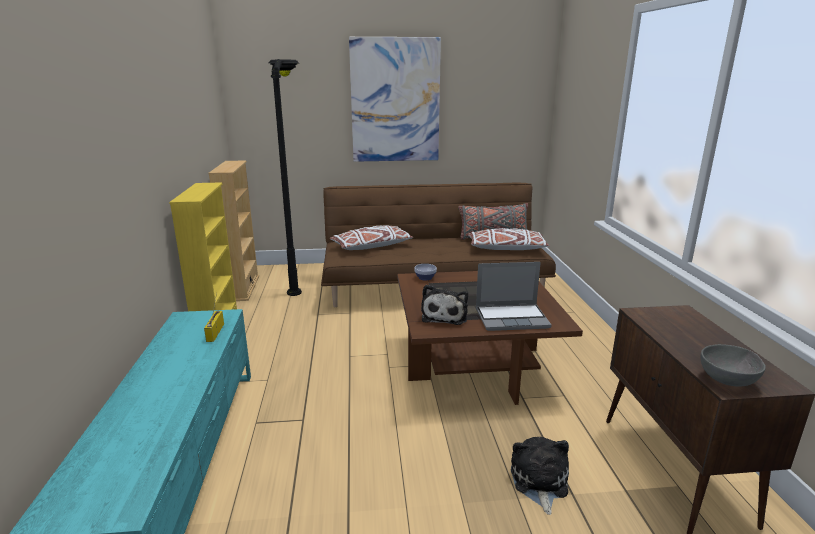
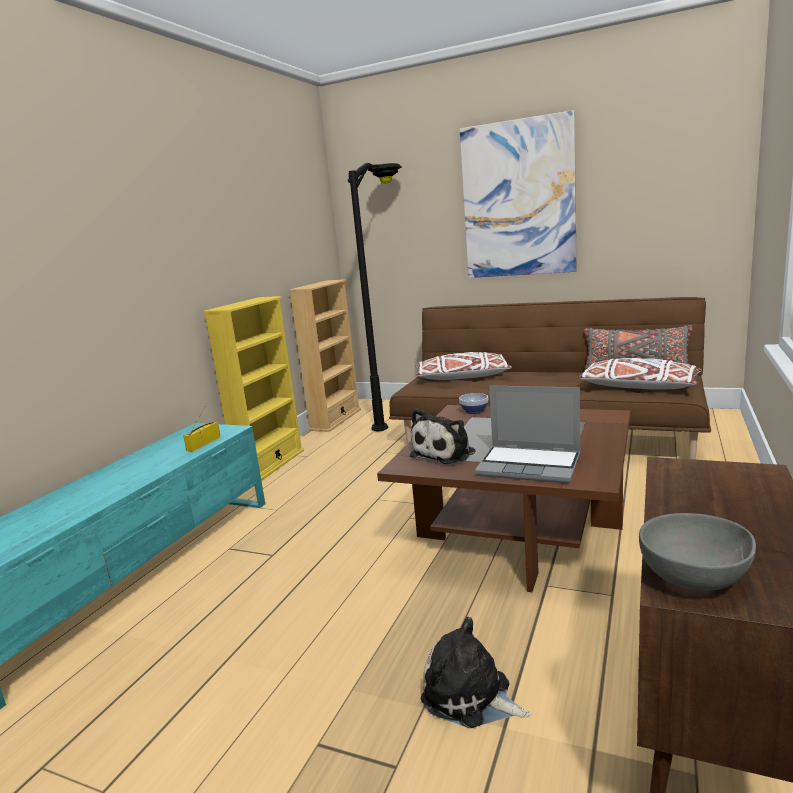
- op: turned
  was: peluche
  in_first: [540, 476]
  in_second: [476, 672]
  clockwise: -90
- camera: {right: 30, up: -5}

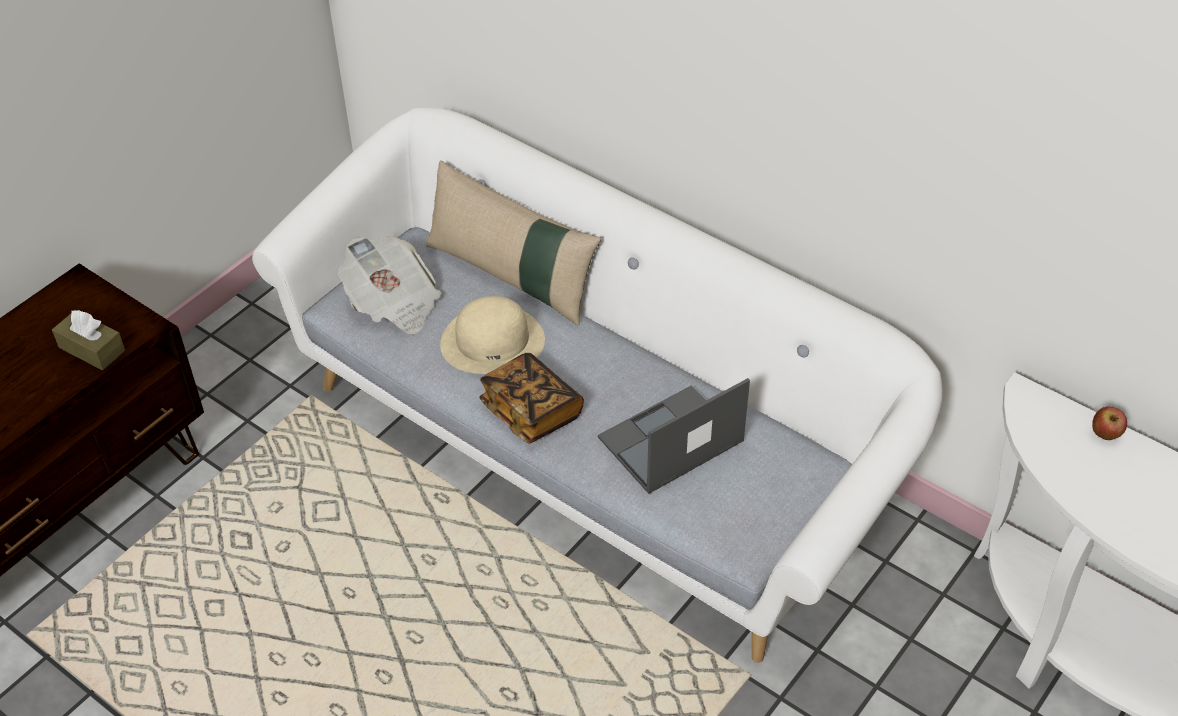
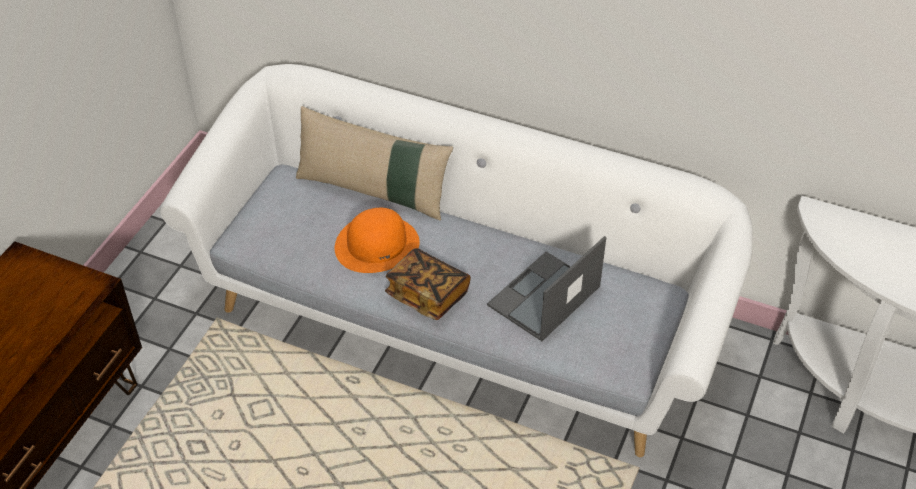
- op: removed
  was: journal
  in_first: [389, 285]
- op: recoloured
  was: chapeau/beige
  now: chapeau/orange
  in_first: [492, 335]
  in_second: [377, 240]
- op: removed
  was: boîte à mouchoirs/marron
  in_first: [88, 340]
- op: removed
  was: pomme
  in_first: [1109, 423]
- camera: {right: -15, up: 0}

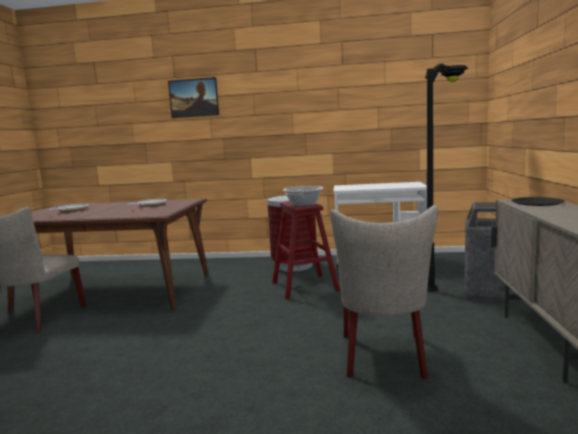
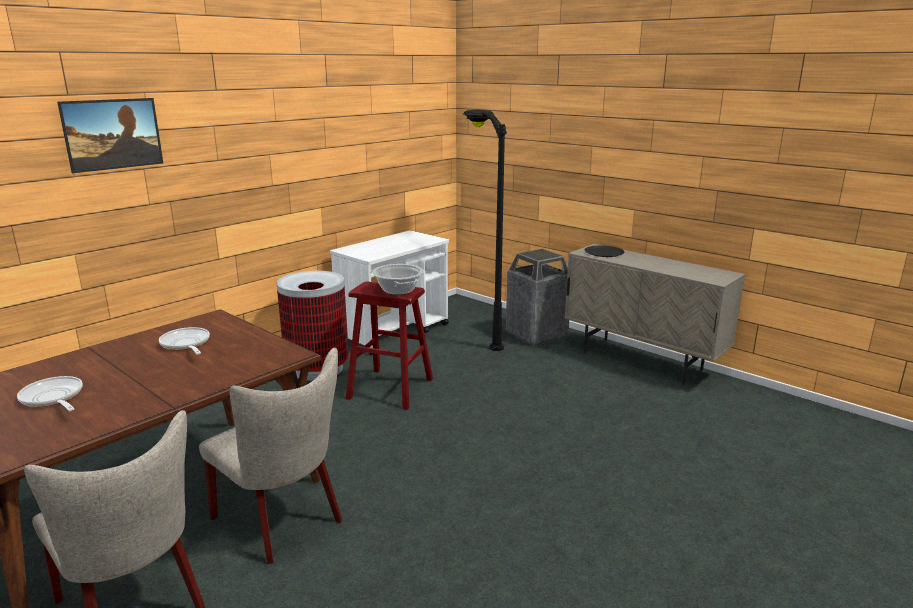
- op: moved
  was: chaise/beige
  in_first: [384, 292]
  in_second: [270, 456]
- camera: {right: -55, up: 10}

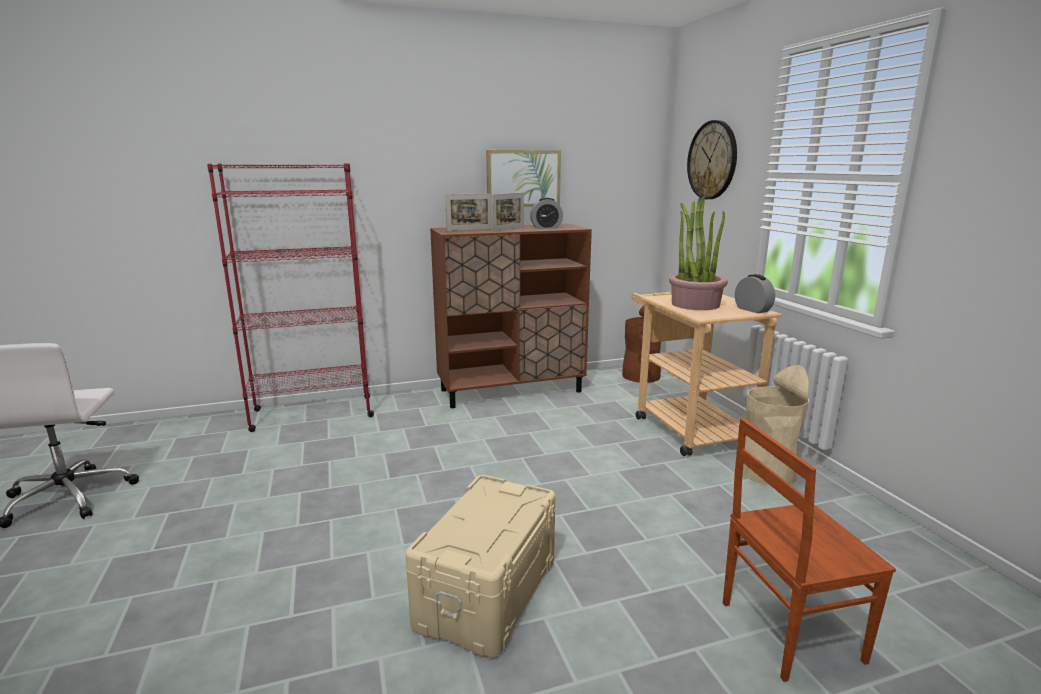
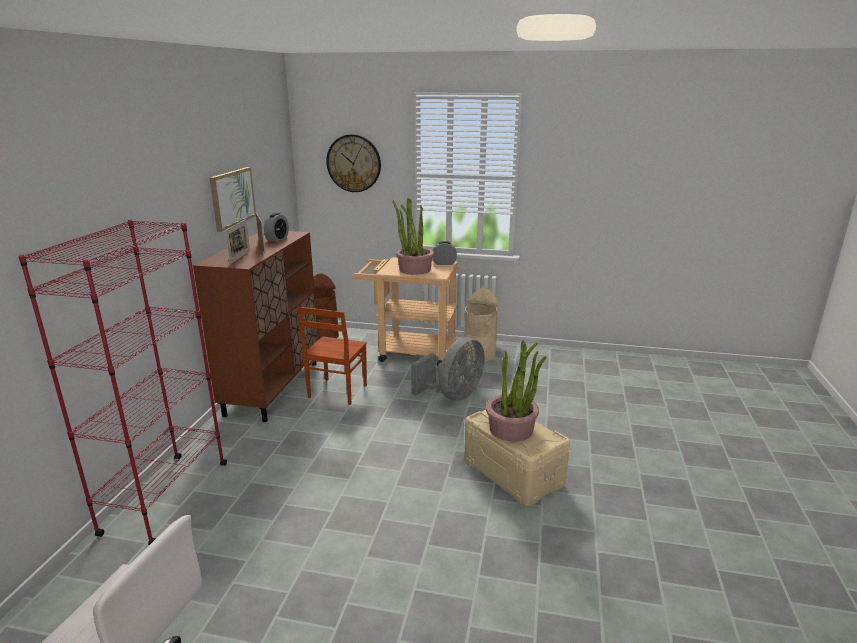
- op: moved
  was: chaise/marron
  in_first: [809, 549]
  in_second: [332, 356]
- op: added
  now: ventilateur/gris
  in_second: [448, 369]
- op: added
  now: plante en pot
  in_second: [516, 390]
- camera: {right: -60, up: 5}

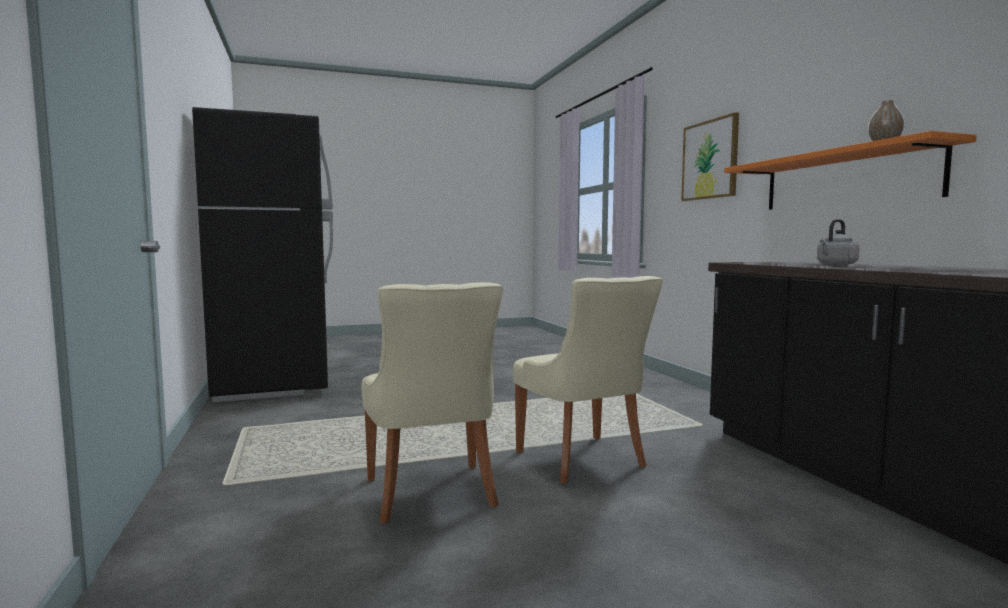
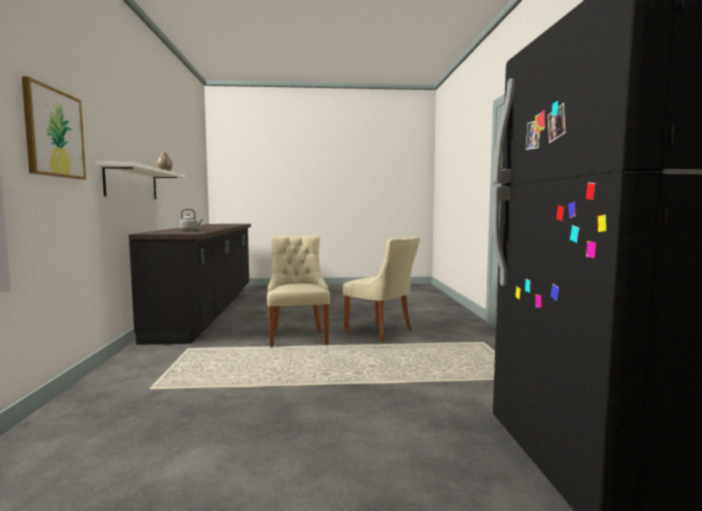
- op: recoloured
  was: étagère/orange
  now: étagère/blanc
  in_first: [850, 170]
  in_second: [140, 180]
- op: turned
  was: chaise/beige
  in_first: [432, 403]
  in_second: [381, 289]
  clockwise: 135
- camera: {right: -165, up: 0}

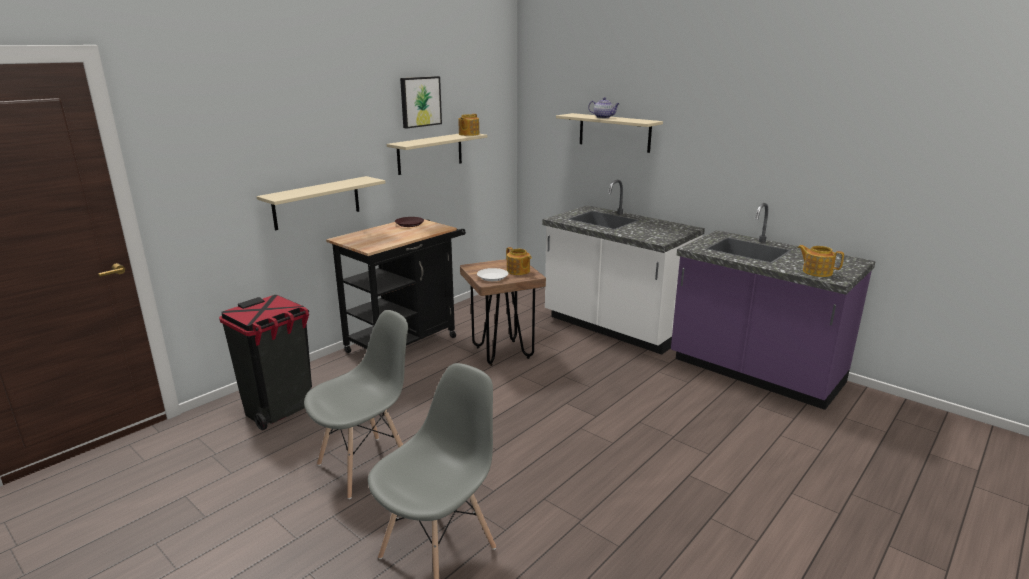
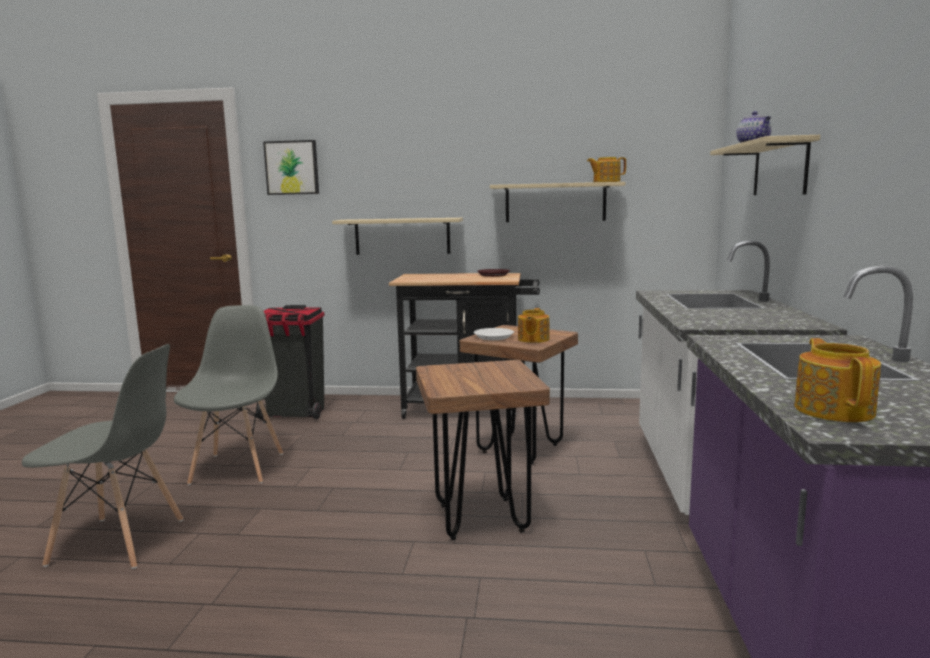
- op: moved
  was: tableau
  in_first: [421, 102]
  in_second: [291, 167]
- op: turned
  was: chaise/gris
  in_first: [356, 404]
  in_second: [228, 395]
  clockwise: -105
- op: added
  now: tabouret/marron
  in_second: [483, 450]
- camera: {right: 55, up: -10}

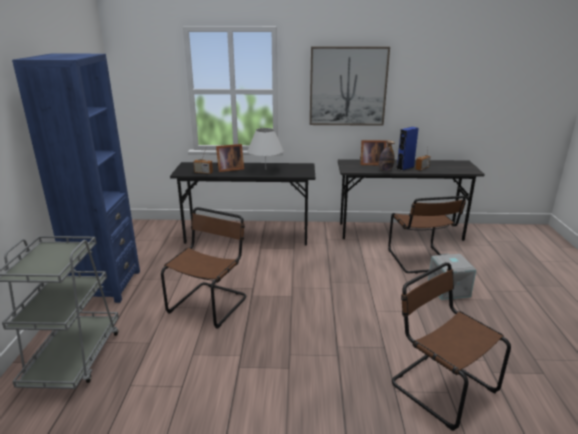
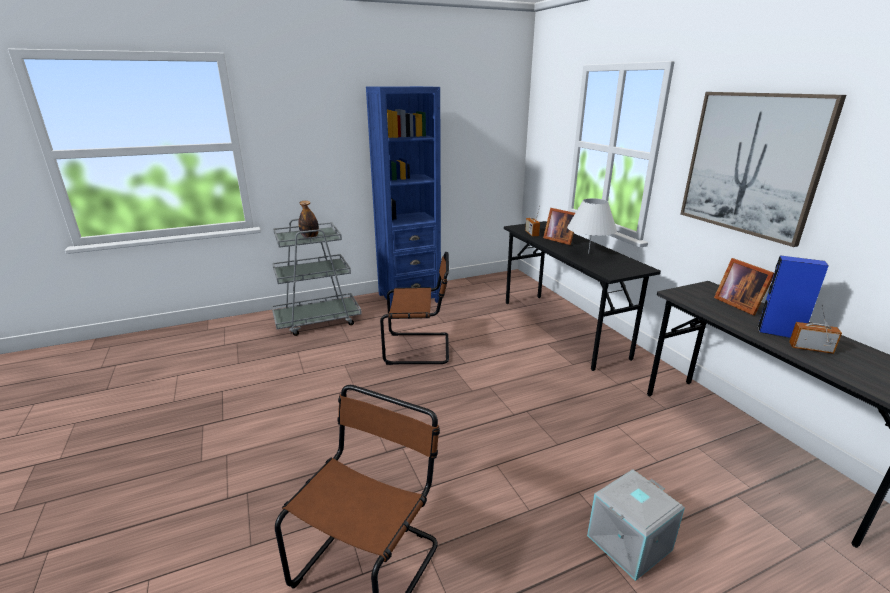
- op: moved
  was: bouteille
  in_first: [387, 155]
  in_second: [309, 219]
- op: removed
  was: chaise/marron
  in_first: [427, 235]
- camera: {right: 65, up: 0}

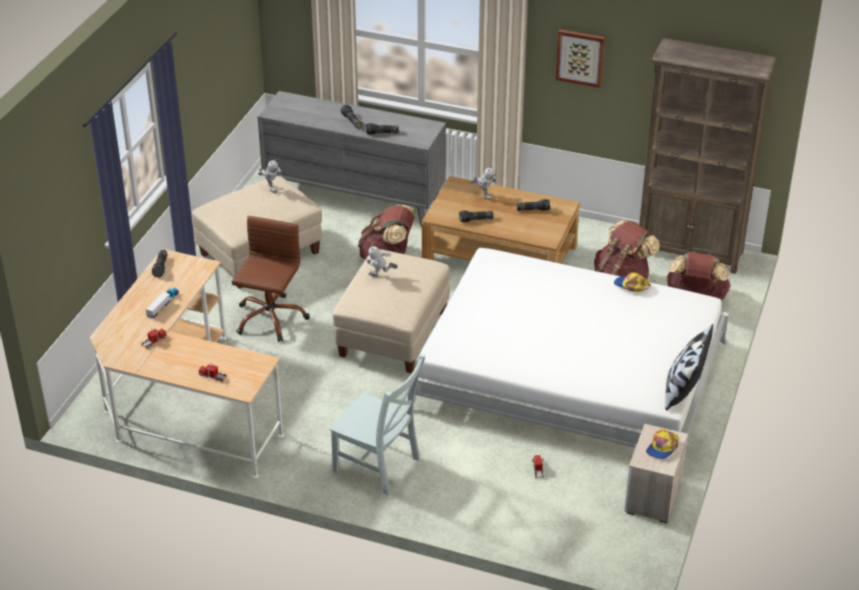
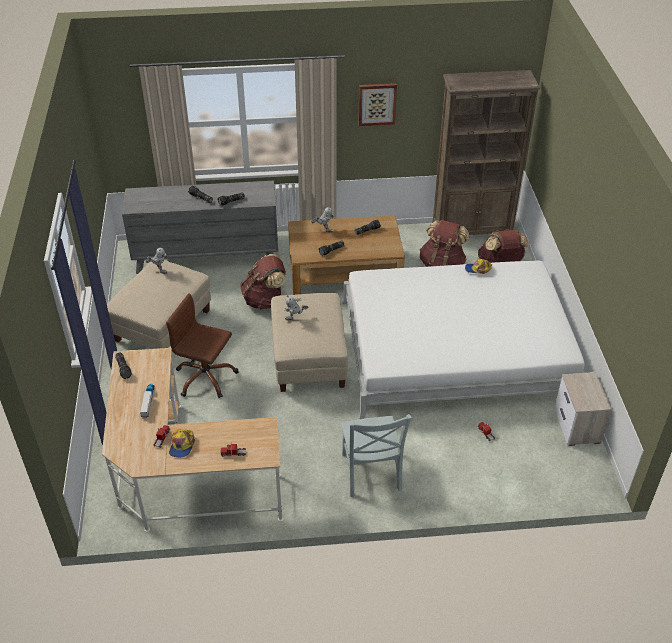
- op: turned
  was: chaise de bureau/marron
  in_first: [271, 279]
  in_second: [202, 345]
  clockwise: -60
- op: removed
  was: coussin
  in_first: [689, 367]
- op: turned
  was: chaise/gris
  in_first: [377, 425]
  in_second: [376, 455]
  clockwise: 75
- op: moved
  was: casquette
  in_first: [662, 444]
  in_second: [182, 442]
- camera: {right: -25, up: 5}

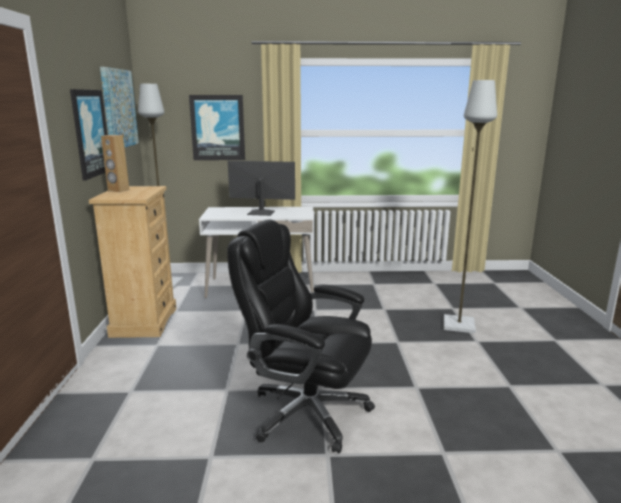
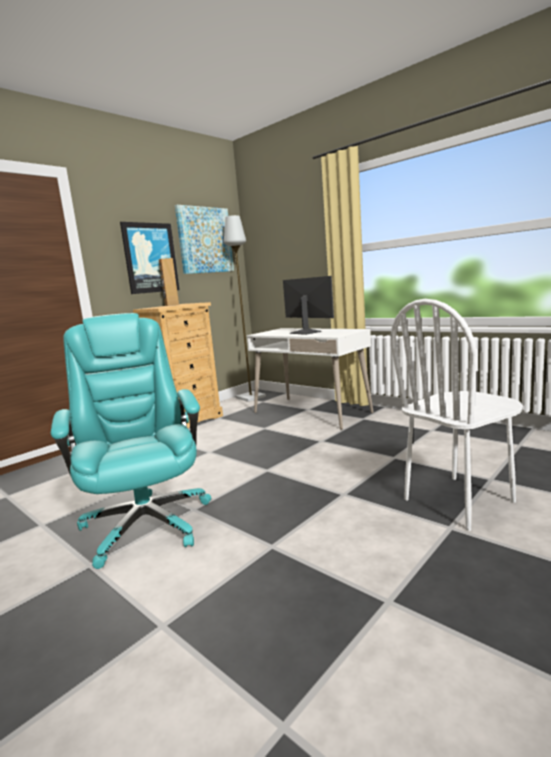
- op: replaced
  was: lampadaire/gris
  now: chaise/blanc
  in_first: [470, 206]
  in_second: [456, 415]
- op: removed
  was: tableau
  in_first: [217, 127]
- op: recoloured
  was: chaise de bureau/noir
  now: chaise de bureau/turquoise
  in_first: [301, 337]
  in_second: [131, 441]
- camera: {right: 45, up: -5}

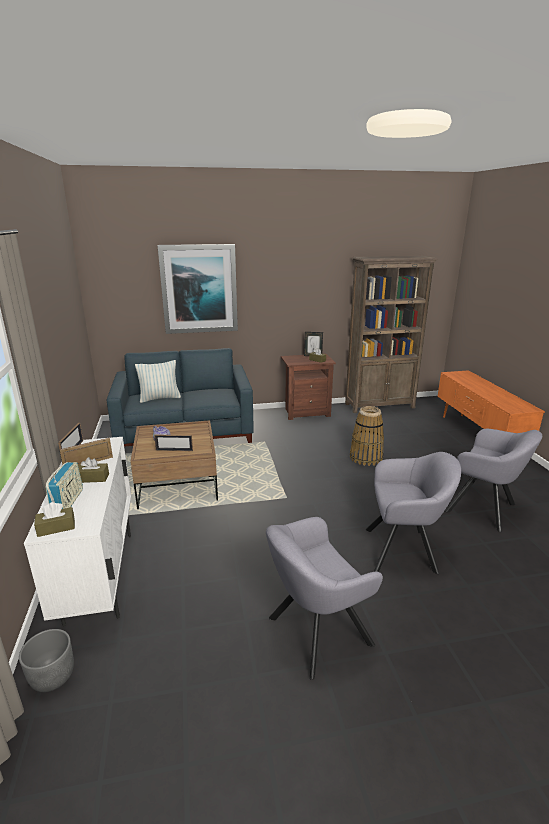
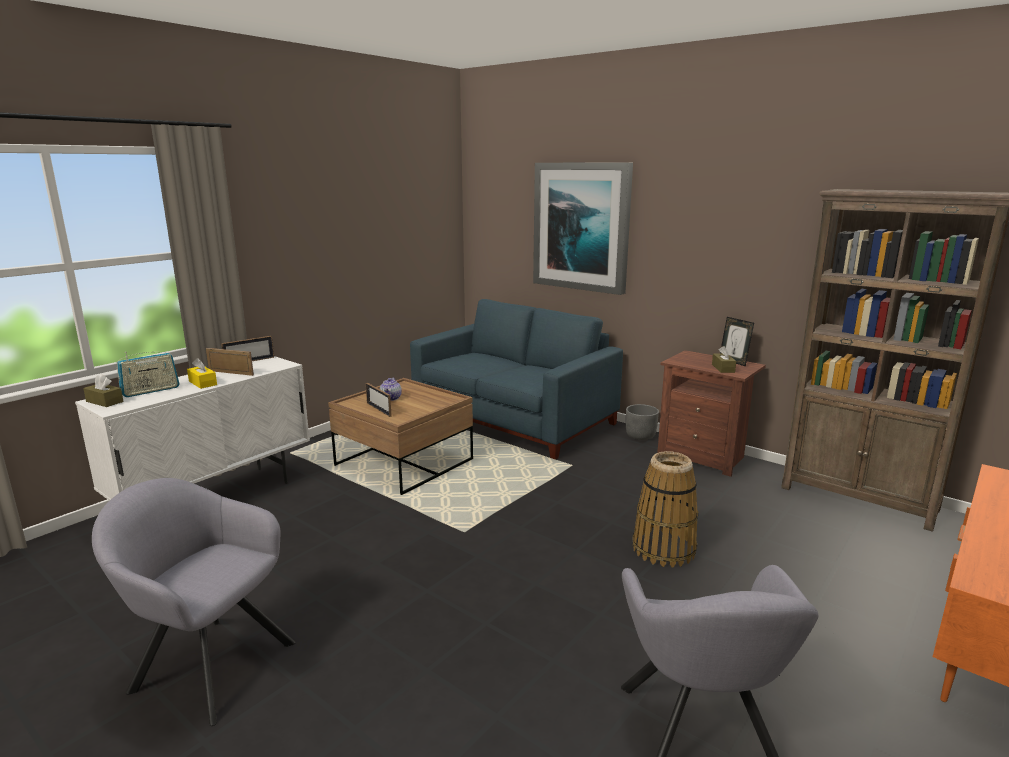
- op: removed
  was: coussin
  in_first: [158, 381]
- op: removed
  was: fauteuil/gris
  in_first: [413, 513]
- op: recoloured
  was: boîte à mouchoirs/marron
  now: boîte à mouchoirs/jaune
  in_first: [93, 470]
  in_second: [202, 373]
- op: moved
  was: cache-pot/gris
  in_first: [46, 660]
  in_second: [642, 422]
- camera: {right: 50, up: -5}

